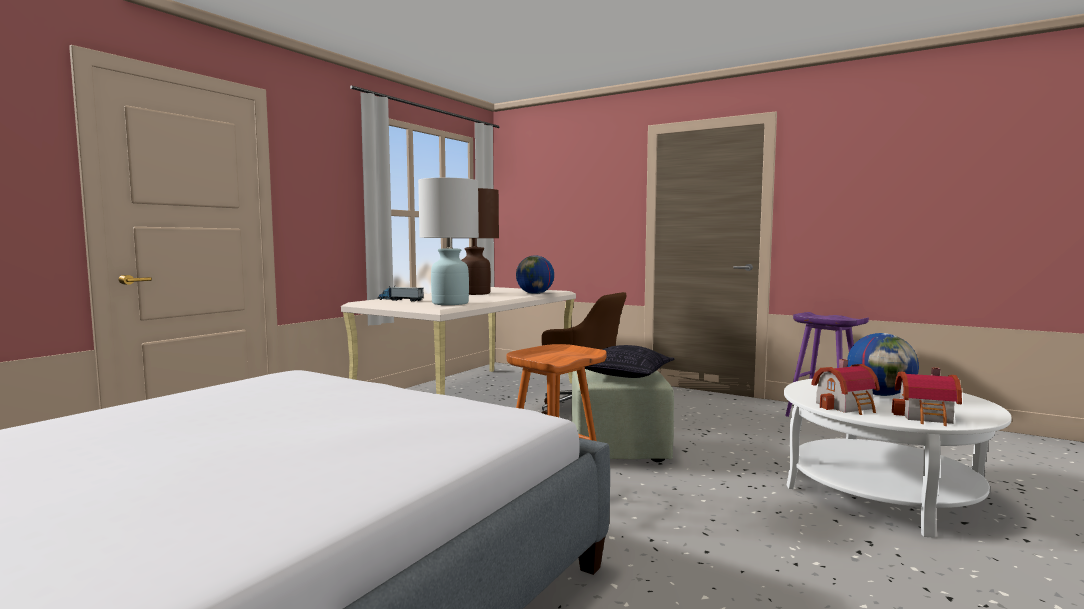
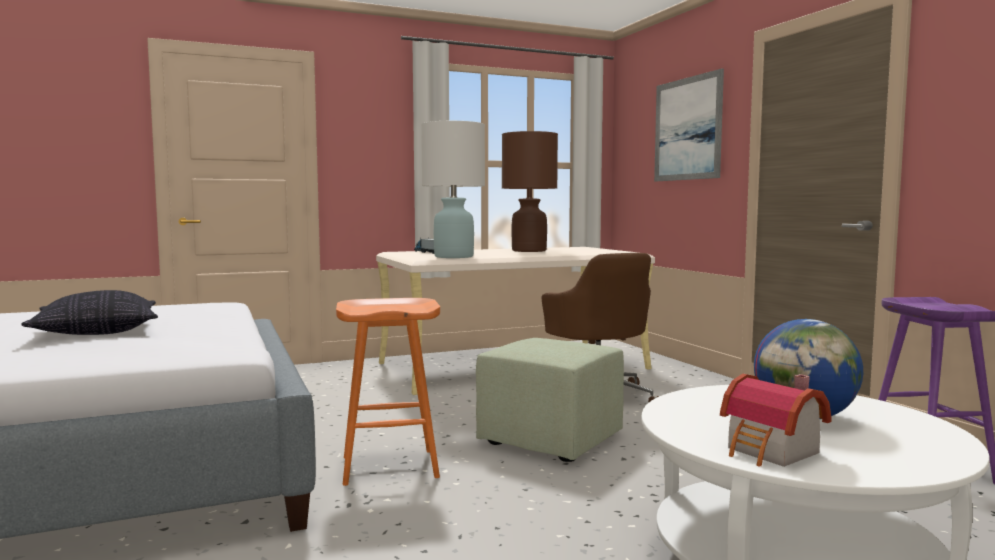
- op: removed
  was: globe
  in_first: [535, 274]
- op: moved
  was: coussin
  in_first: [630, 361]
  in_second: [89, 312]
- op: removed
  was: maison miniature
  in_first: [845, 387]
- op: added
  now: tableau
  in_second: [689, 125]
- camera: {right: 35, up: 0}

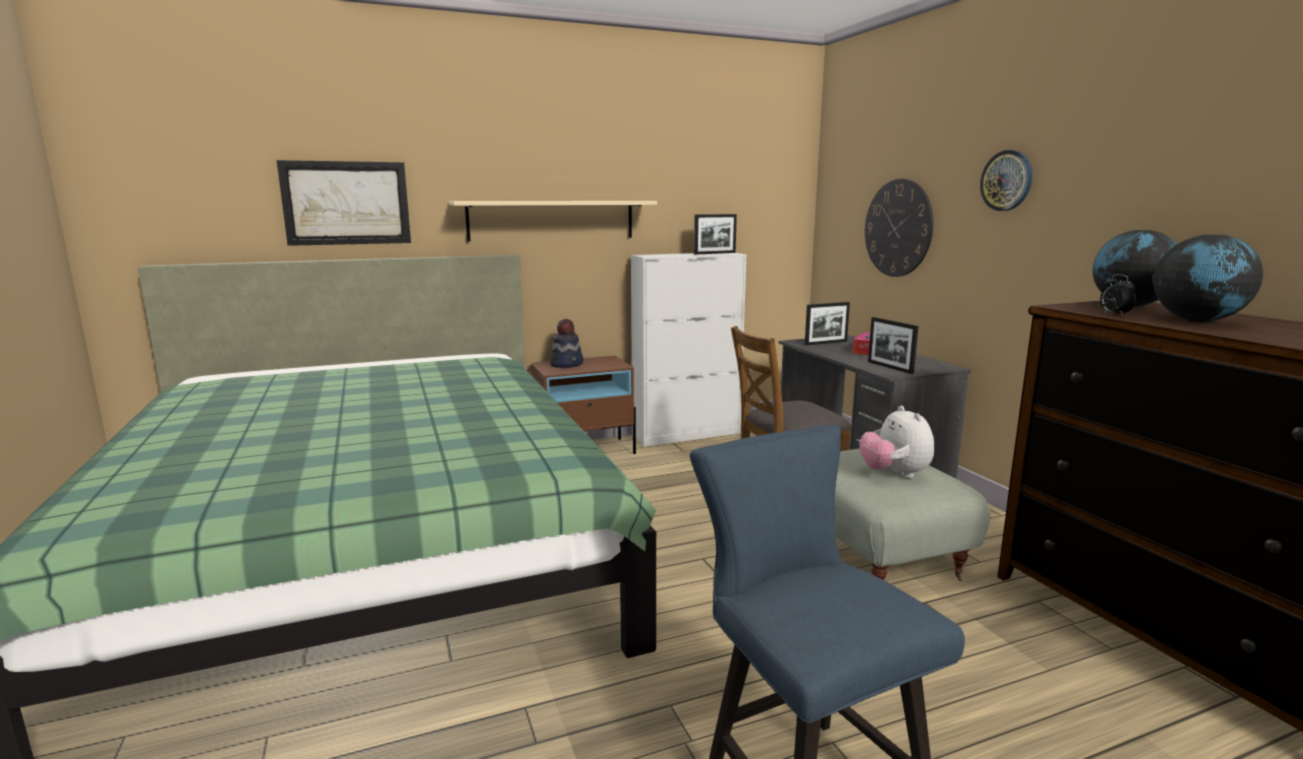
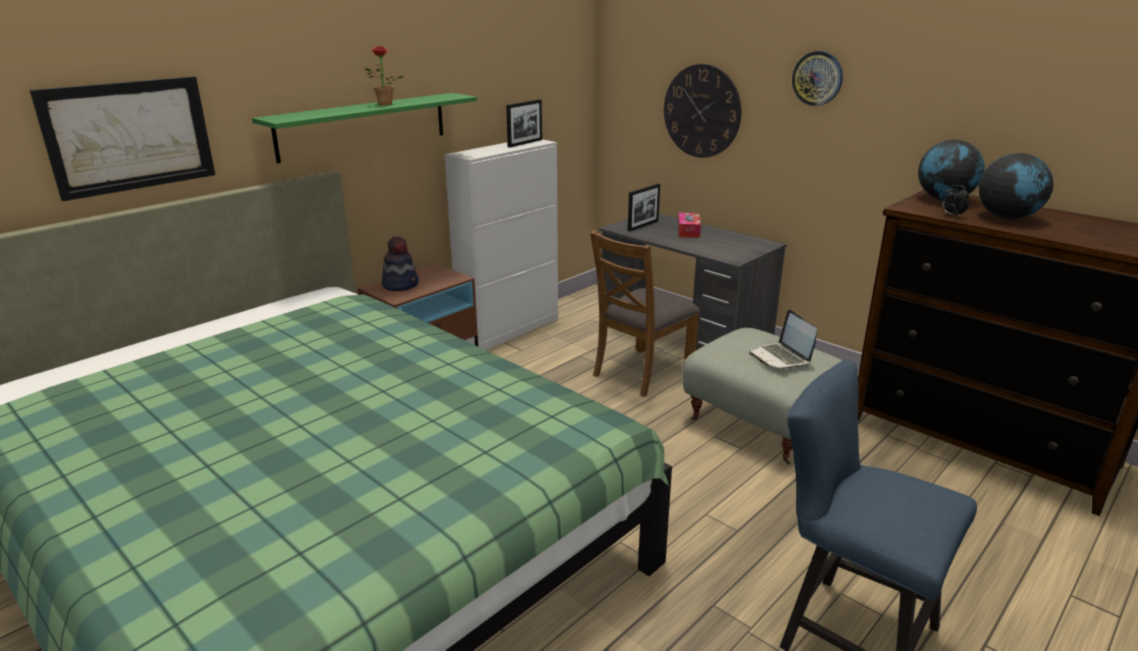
- op: recoloured
  was: étagère/beige
  now: étagère/vert
  in_first: [553, 221]
  in_second: [364, 128]
- op: removed
  was: cadre photo
  in_first: [893, 345]
- op: replaced
  was: peluche
  now: ordinateur portable
  in_first: [896, 442]
  in_second: [783, 339]
- op: added
  now: plante en pot
  in_second: [384, 76]
- camera: {right: -25, up: 10}

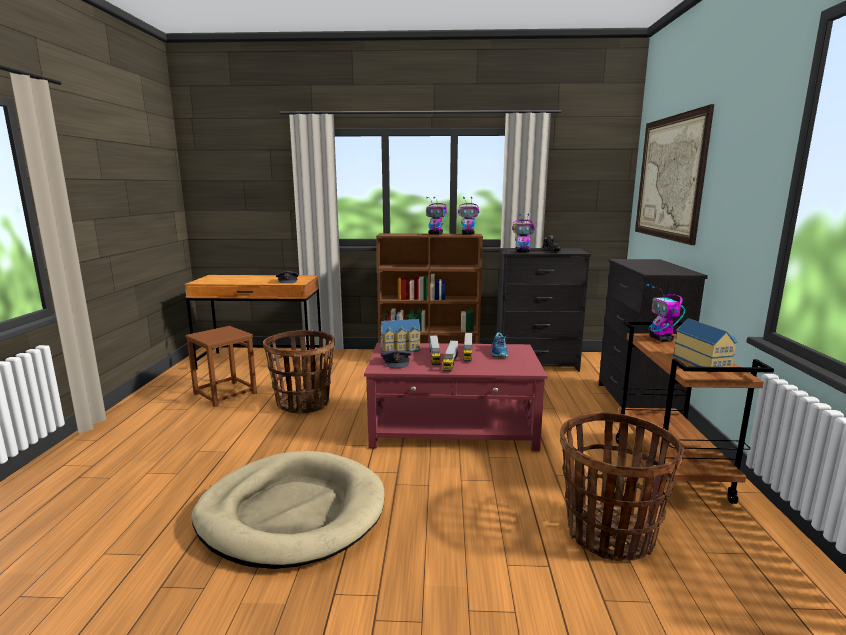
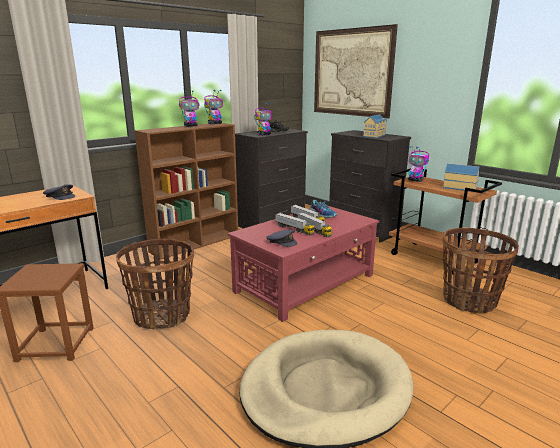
- op: moved
  was: maison miniature
  in_first: [400, 335]
  in_second: [375, 126]
- camera: {right: -45, up: 5}

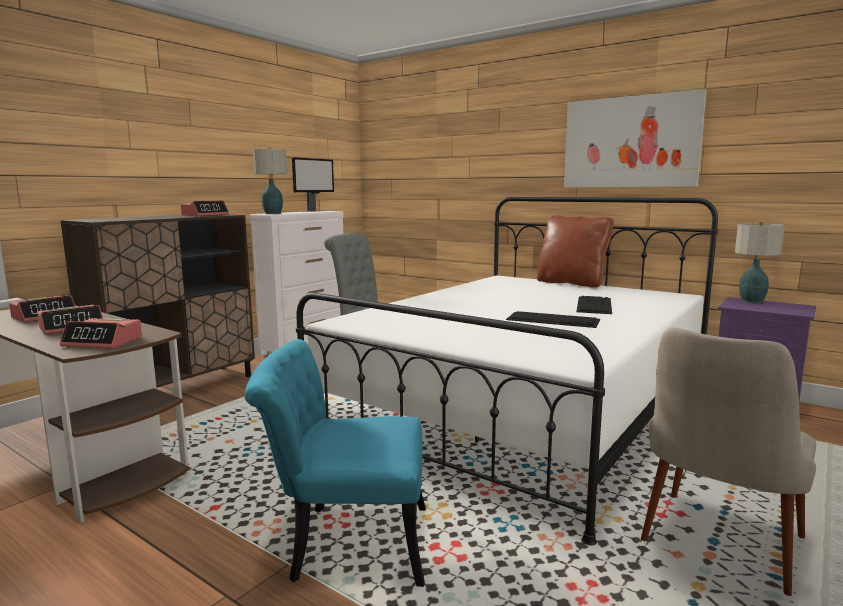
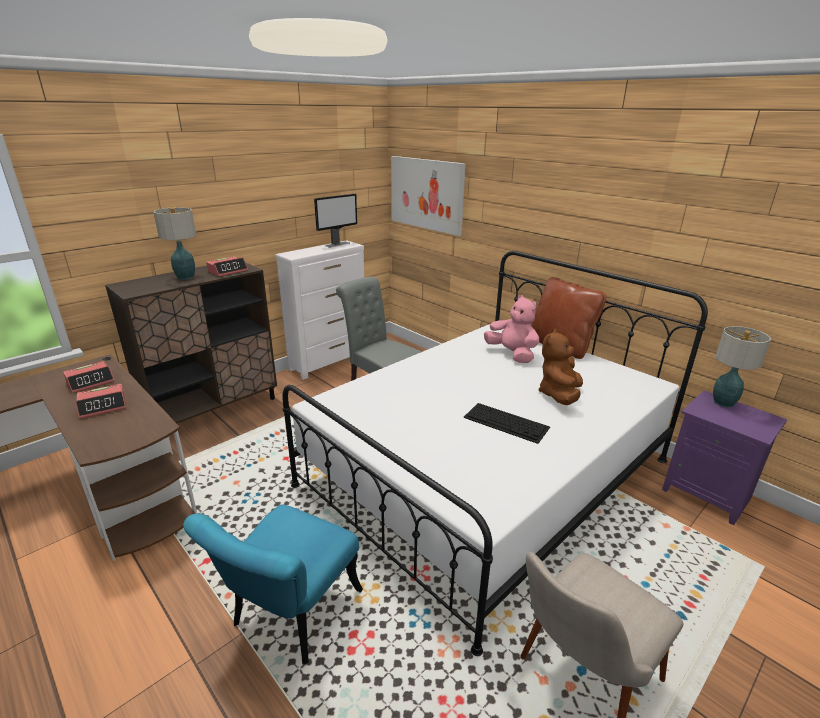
- op: moved
  was: tableau
  in_first: [635, 138]
  in_second: [428, 196]
- op: moved
  was: lampe de table
  in_first: [270, 180]
  in_second: [175, 243]
- op: replaced
  was: clavier
  now: peluche/marron
  in_first: [594, 305]
  in_second: [560, 367]
- op: removed
  was: réveil
  in_first: [101, 333]
- op: turned
  was: chaise/turquoise
  in_first: [335, 463]
  in_second: [273, 584]
  clockwise: -75
- op: added
  now: peluche/rose
  in_second: [511, 329]
- camera: {right: 10, up: 15}

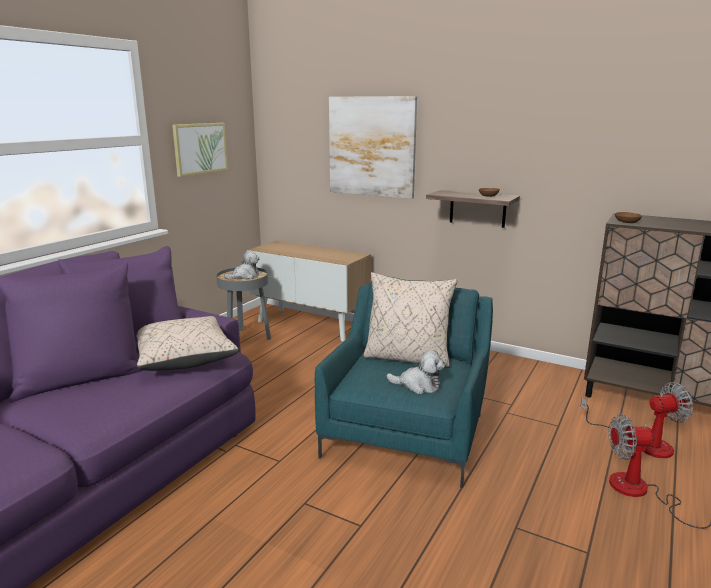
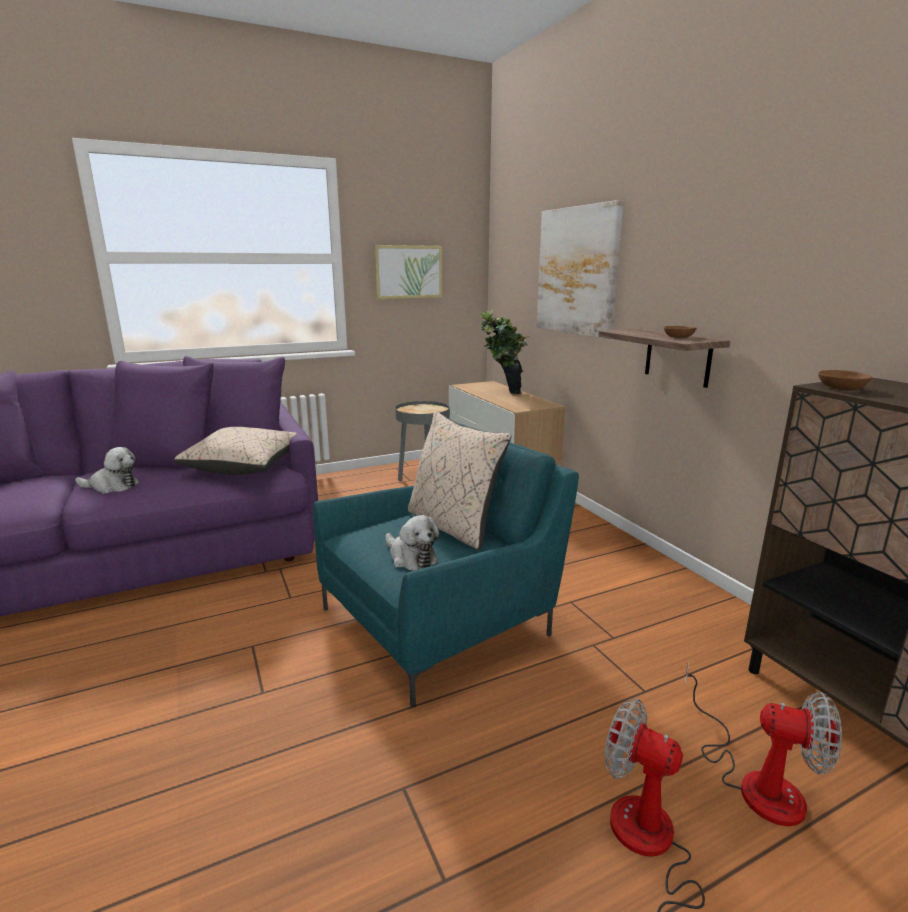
- op: moved
  was: peluche
  in_first: [241, 265]
  in_second: [107, 470]
- op: added
  now: plante en pot
  in_second: [504, 351]
- camera: {right: 35, up: 0}

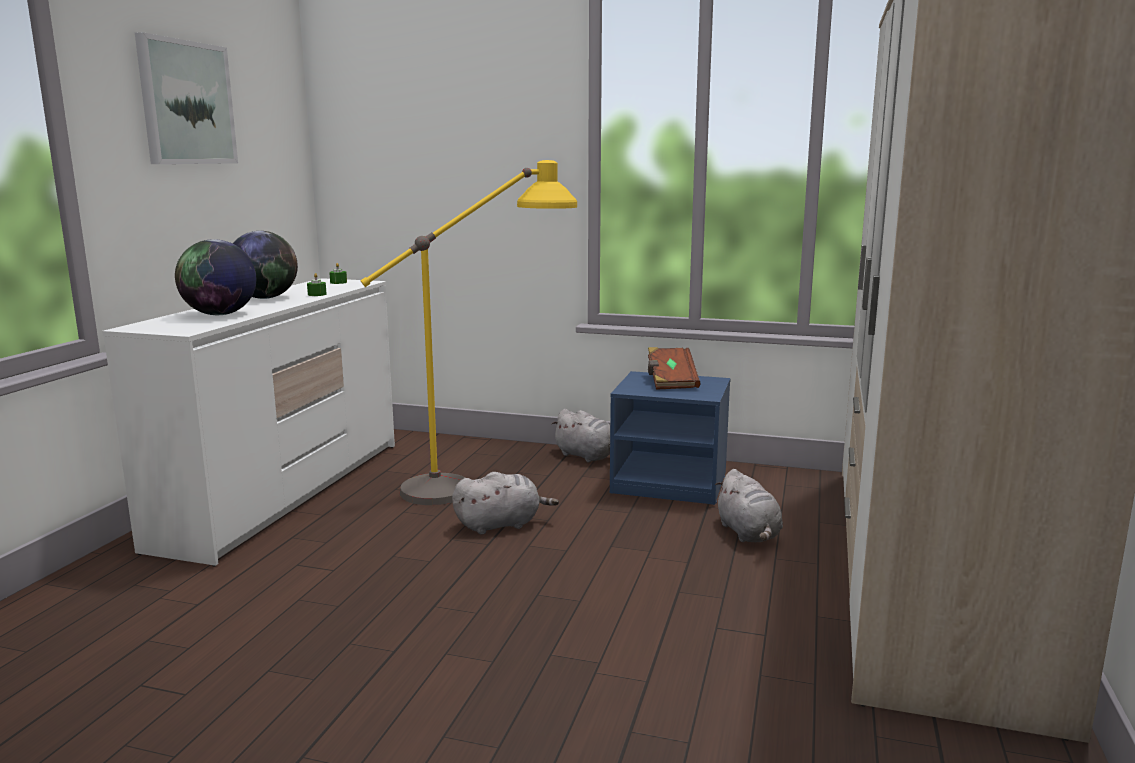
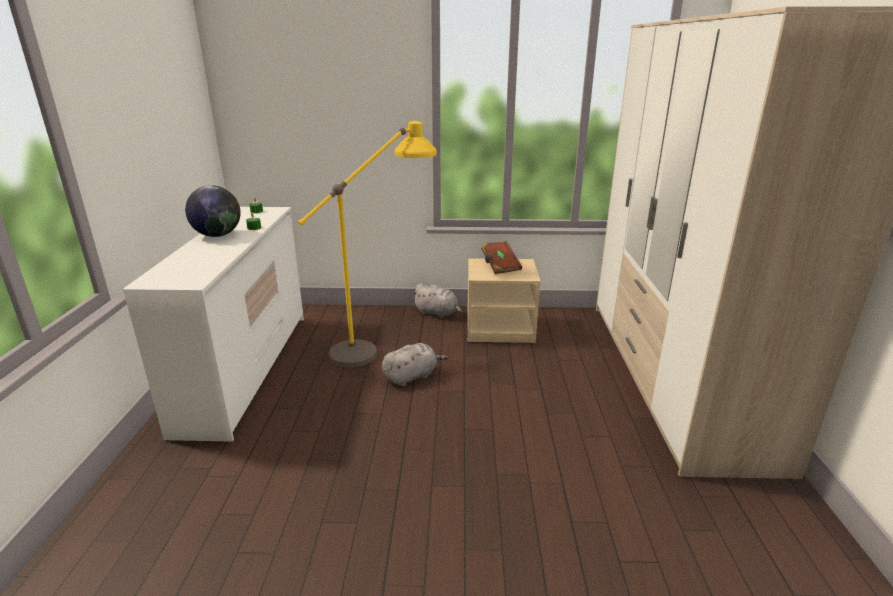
- op: removed
  was: tableau
  in_first: [186, 98]
- op: removed
  was: globe
  in_first: [215, 277]
- op: recoloured
  was: table de chevet/bleu
  now: table de chevet/beige
  in_first: [670, 438]
  in_second: [504, 300]
- op: removed
  was: peluche/gris
  in_first: [749, 505]
- camera: {right: -15, up: 10}

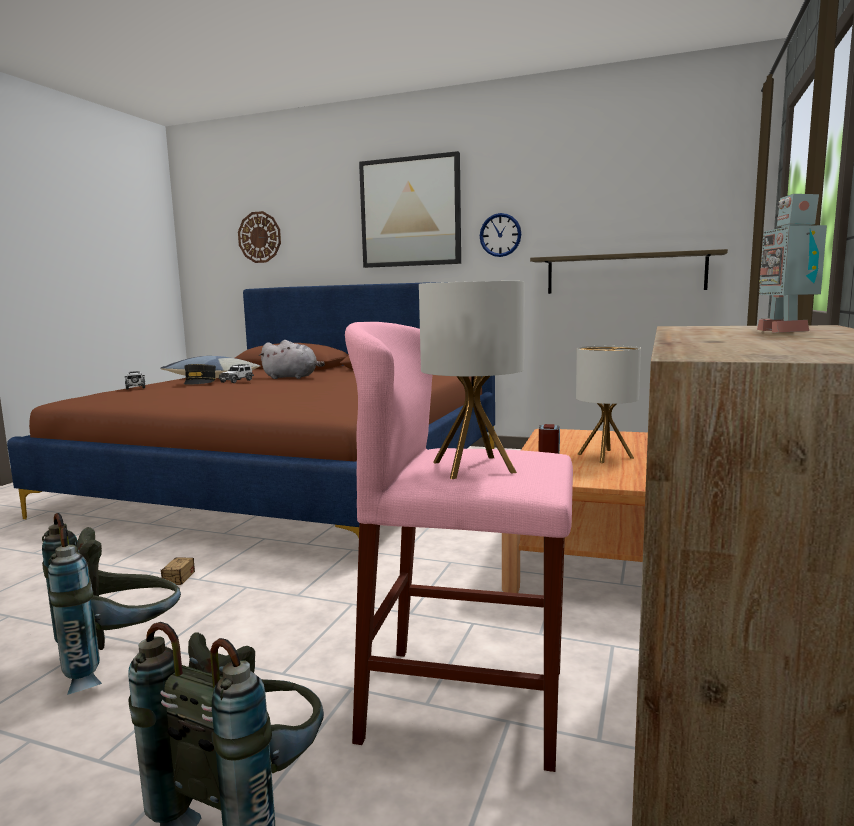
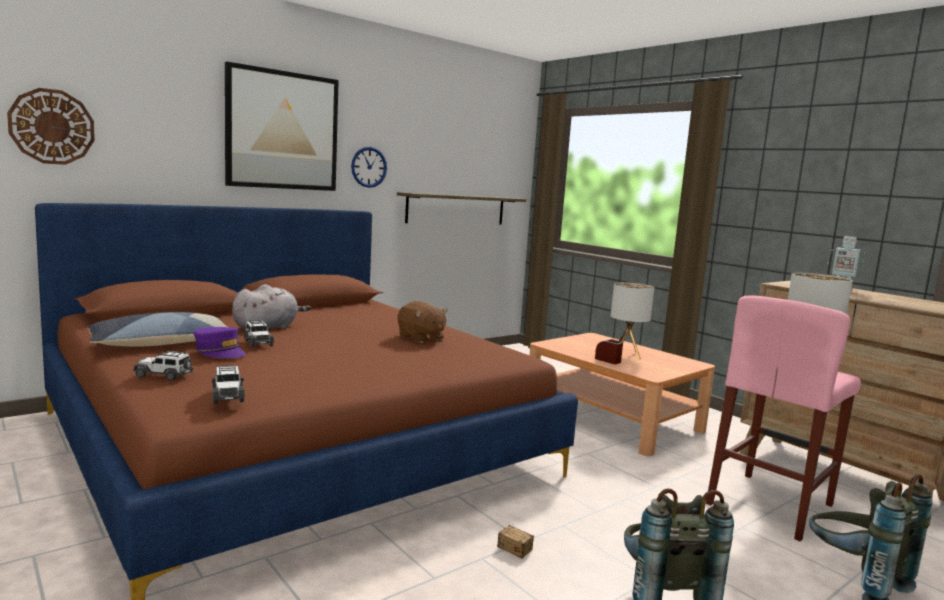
- op: recoloured
  was: casquette/gris
  now: casquette/violet
  in_first: [200, 374]
  in_second: [220, 342]
- op: added
  now: peluche/marron
  in_second: [423, 322]
- op: added
  now: petite voiture
  in_second: [228, 384]
- camera: {right: -60, up: 0}

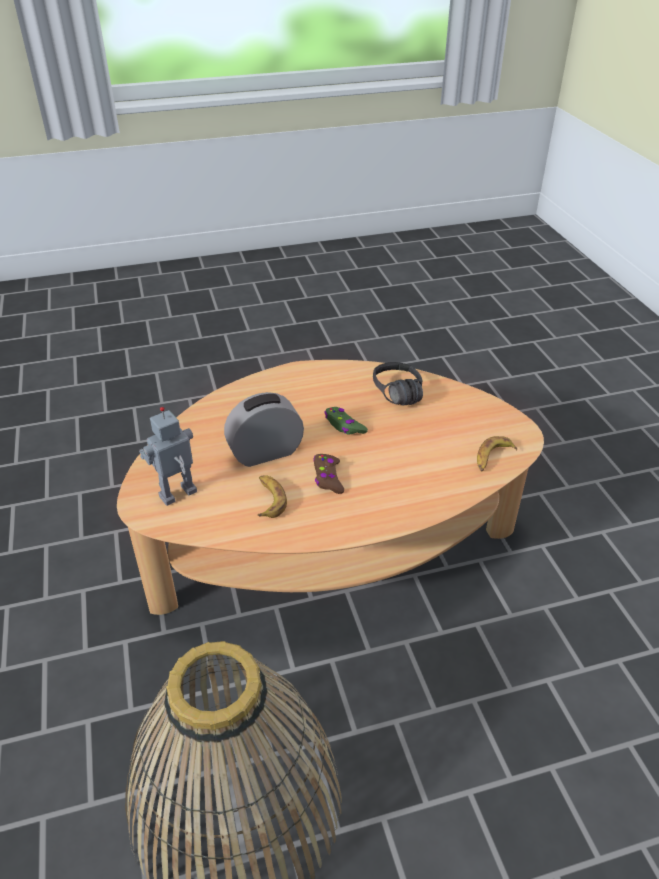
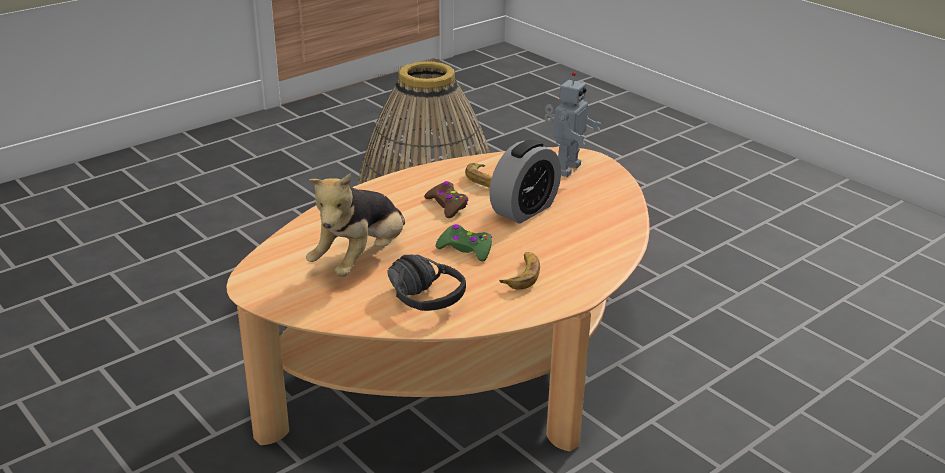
- op: moved
  was: banane
  in_first: [497, 454]
  in_second: [519, 271]
- op: added
  now: peluche
  in_second: [355, 225]
- camera: {right: 155, up: -10}

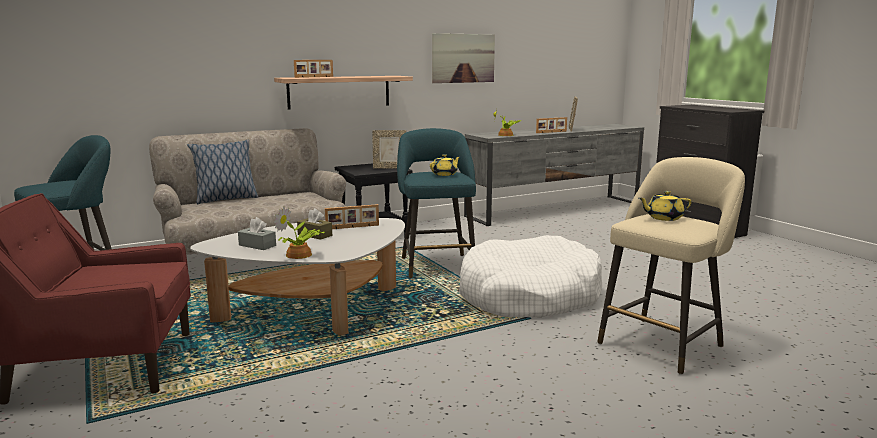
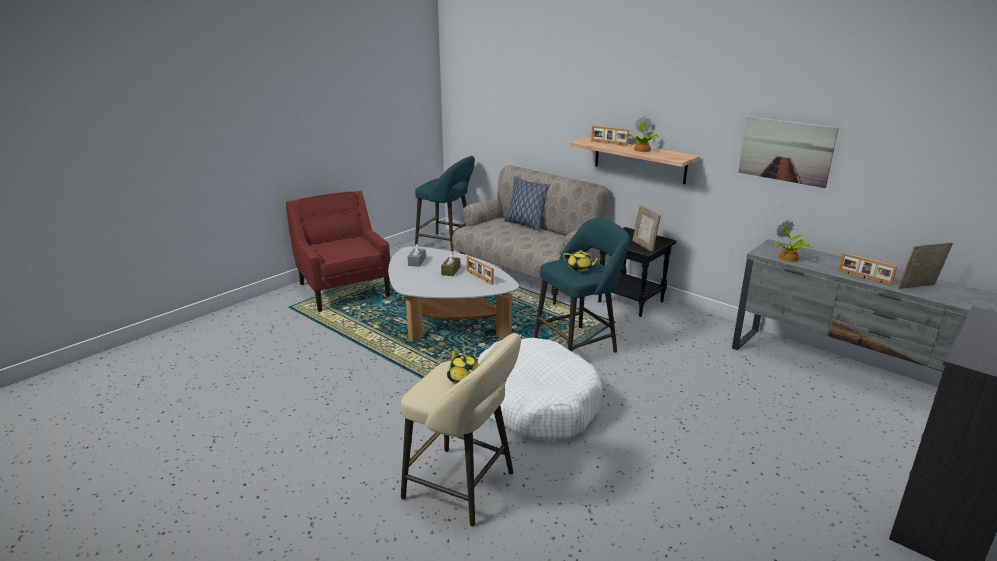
- op: moved
  was: plante en pot
  in_first: [299, 232]
  in_second: [642, 134]
- camera: {right: 70, up: 10}

